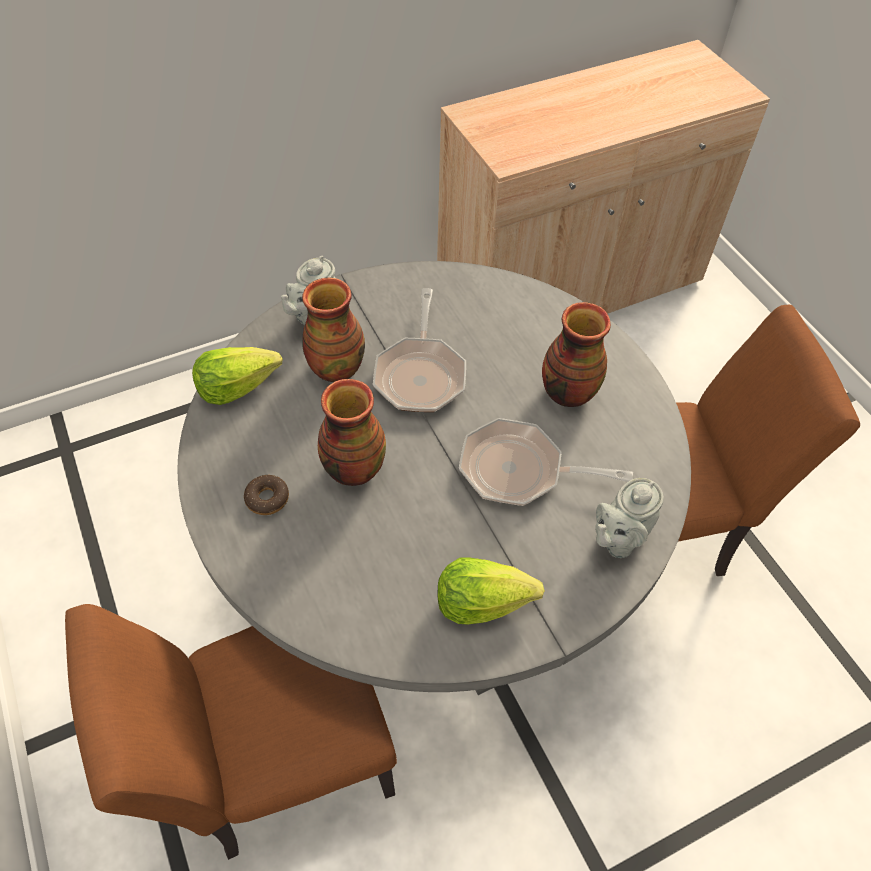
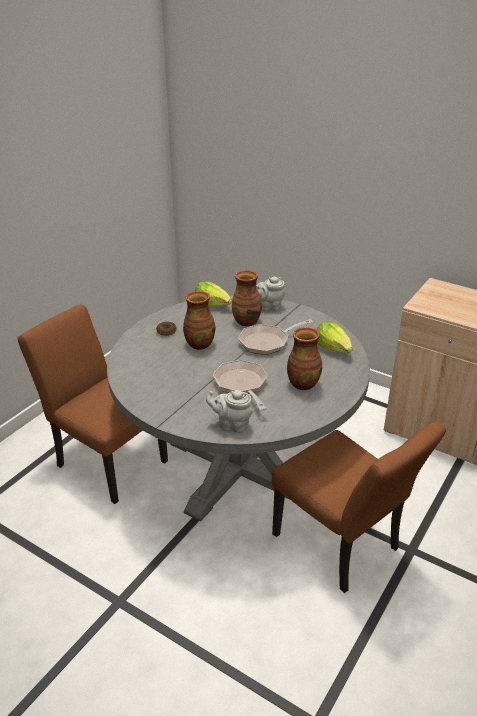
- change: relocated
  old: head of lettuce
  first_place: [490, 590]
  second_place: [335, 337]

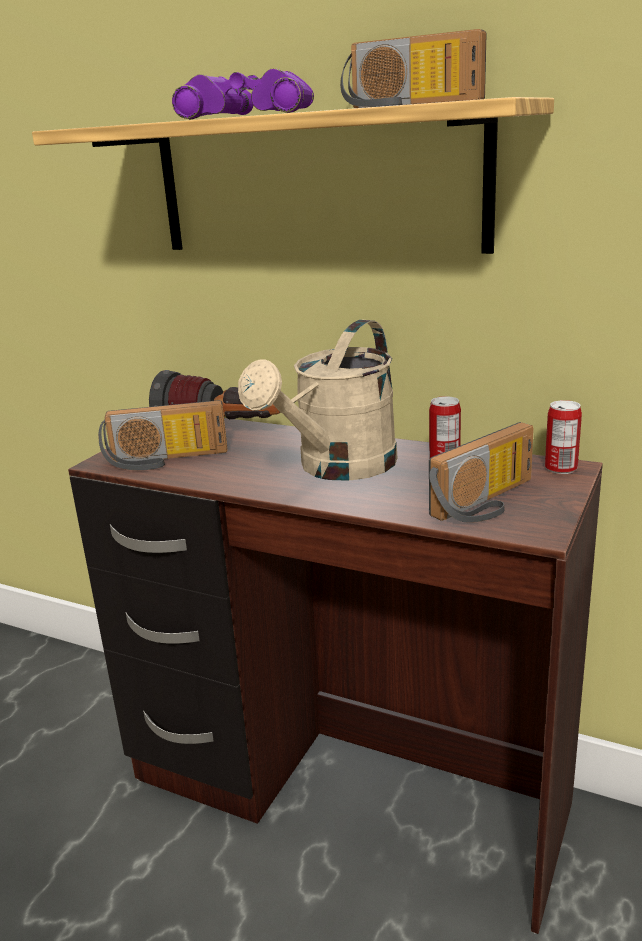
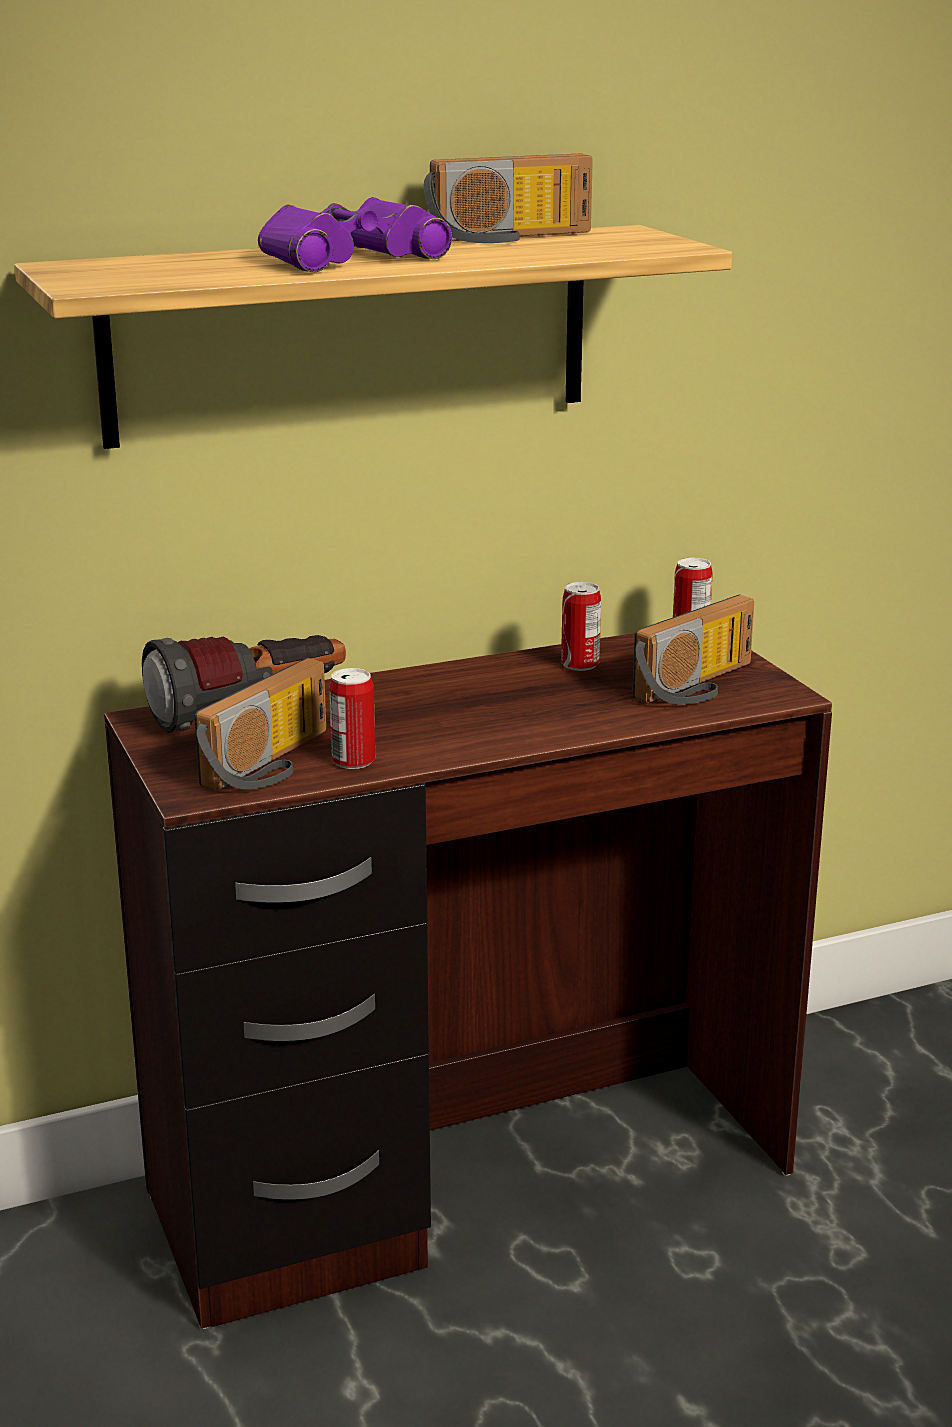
- change: missing
  old: sprinkling can (sand-coloured)
  first_place: [318, 400]
- change: appeared
  new: sealed can
  second_place: [352, 718]
- change: spun
  old: radio set
  first_place: [481, 472]
  second_place: [693, 650]
  degrees: 45

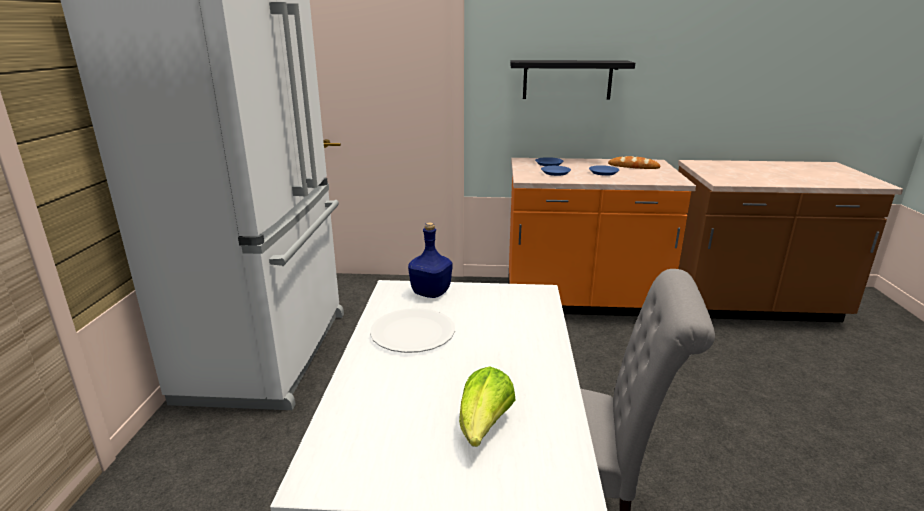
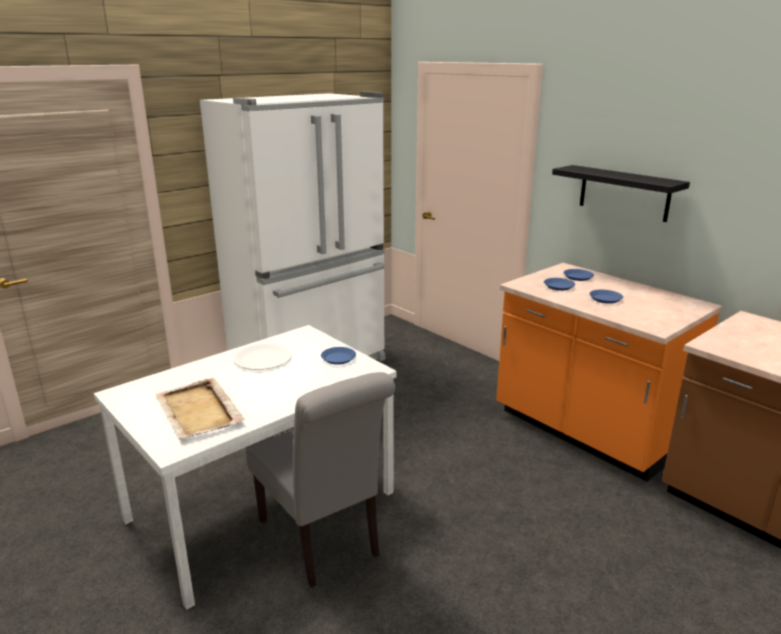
- change: missing
  old: bottle (blue-coloured)
  first_place: [430, 260]
- change: missing
  old: baked bread
  first_place: [634, 162]
- change: appeared
  new: flat dish (blue-coloured)
  second_place: [338, 356]
- change: exchanged
  old: head of lettuce
  new: tray (sand-coloured)
  first_place: [487, 406]
  second_place: [199, 408]

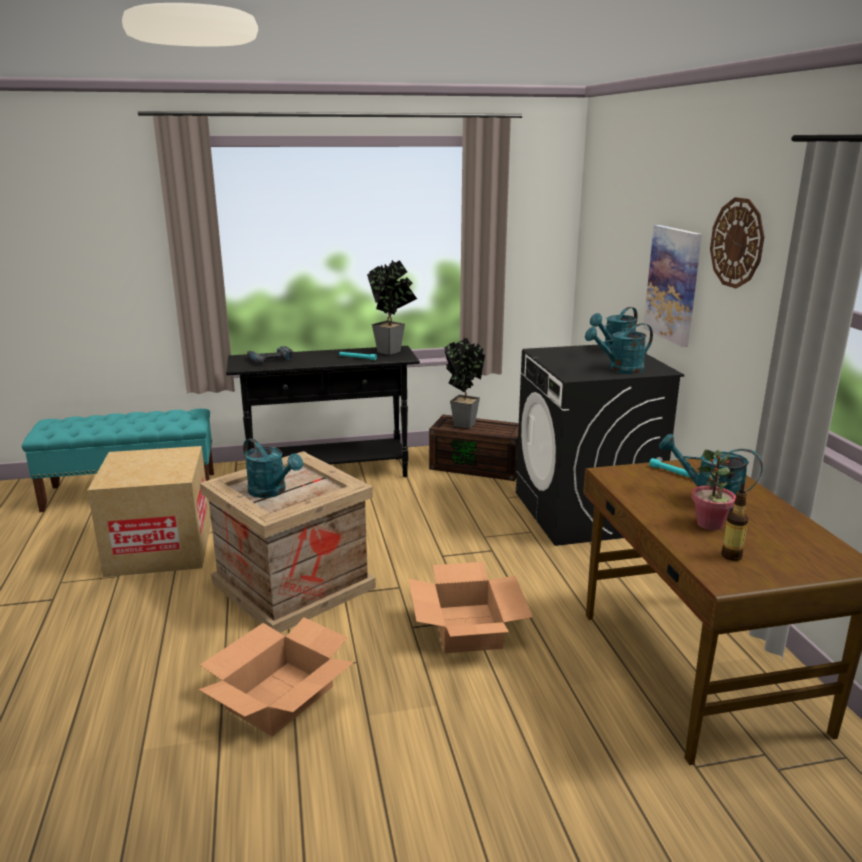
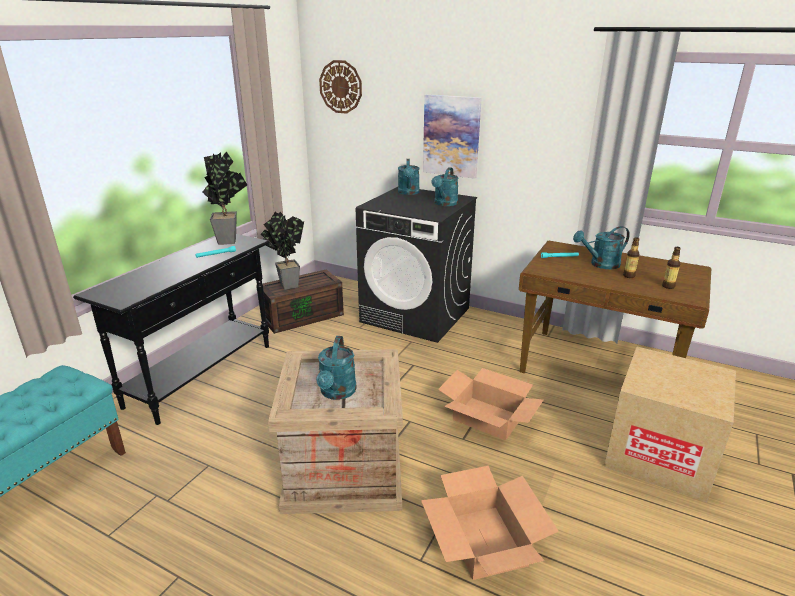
- change: missing
  old: drill
  first_place: [270, 355]
- change: relocated
  old: packing box
  first_place: [149, 511]
  second_place: [670, 424]
- change: relocated
  old: hanging clock
  first_place: [737, 242]
  second_place: [340, 87]
- change: exchanged
  old: plant in a pot
  new: bottle
  first_place: [714, 490]
  second_place: [631, 257]
- change: spun
  old: sprinkling can (turquoise-coloured)
  first_place: [273, 468]
  second_place: [336, 368]
  degrees: 105

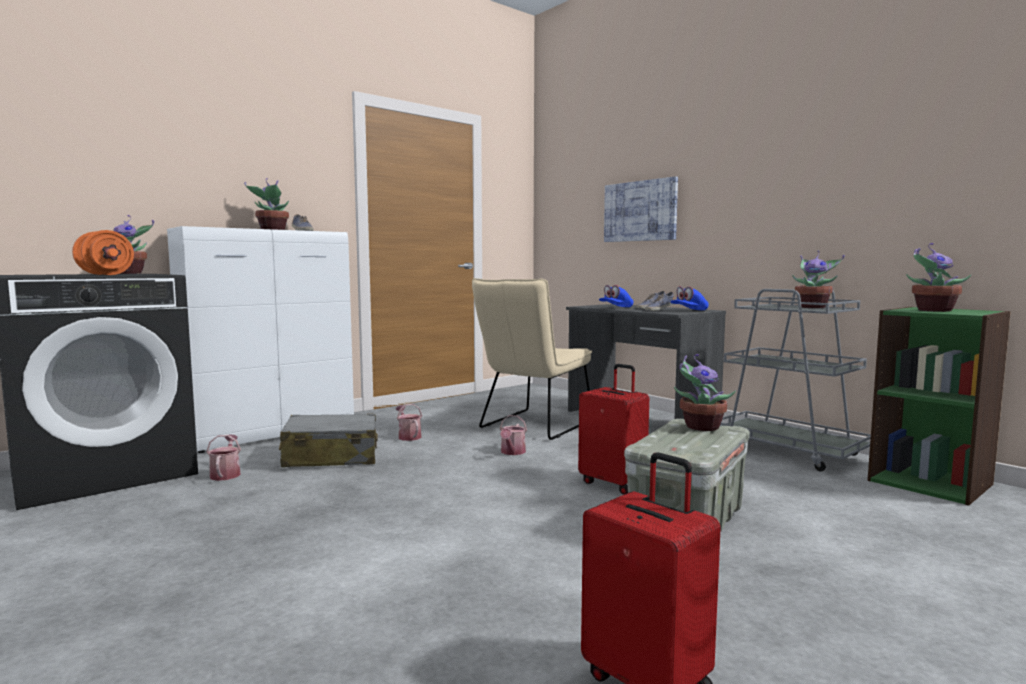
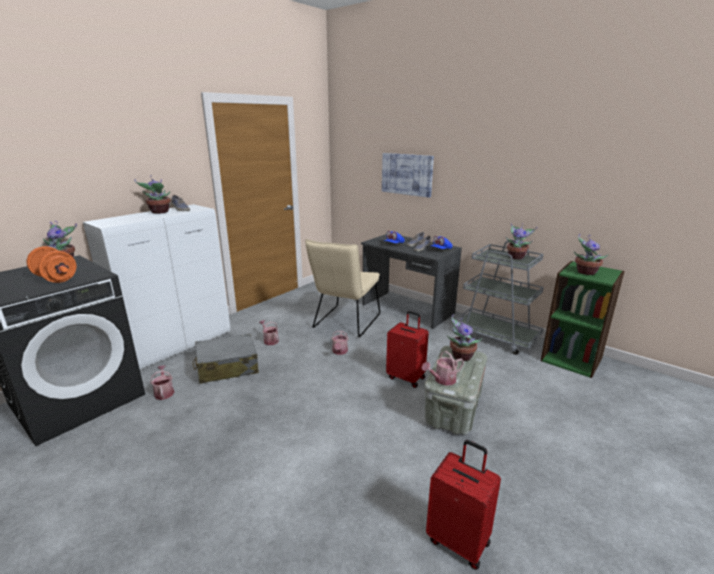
- change: appeared
  new: sprinkling can
  second_place: [443, 368]

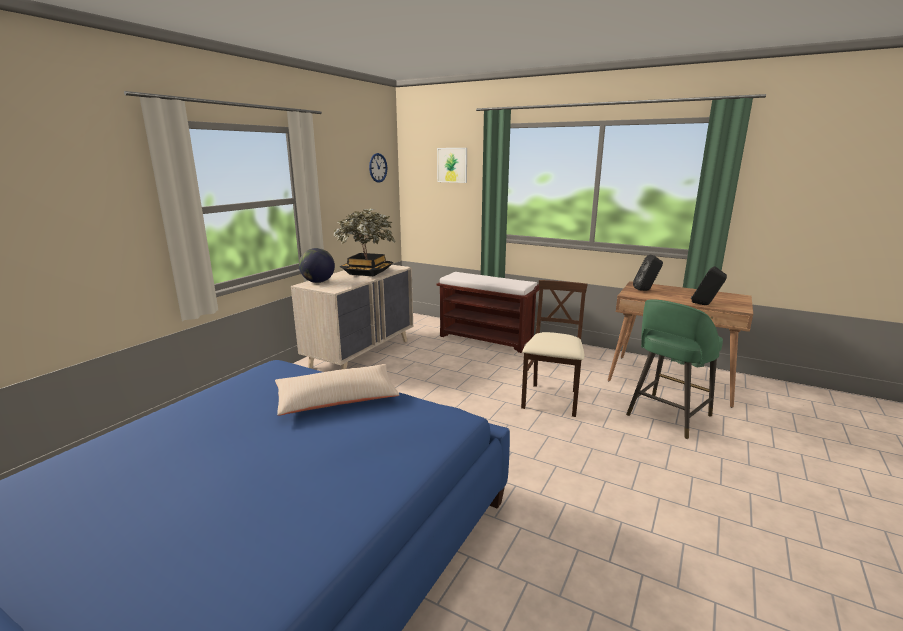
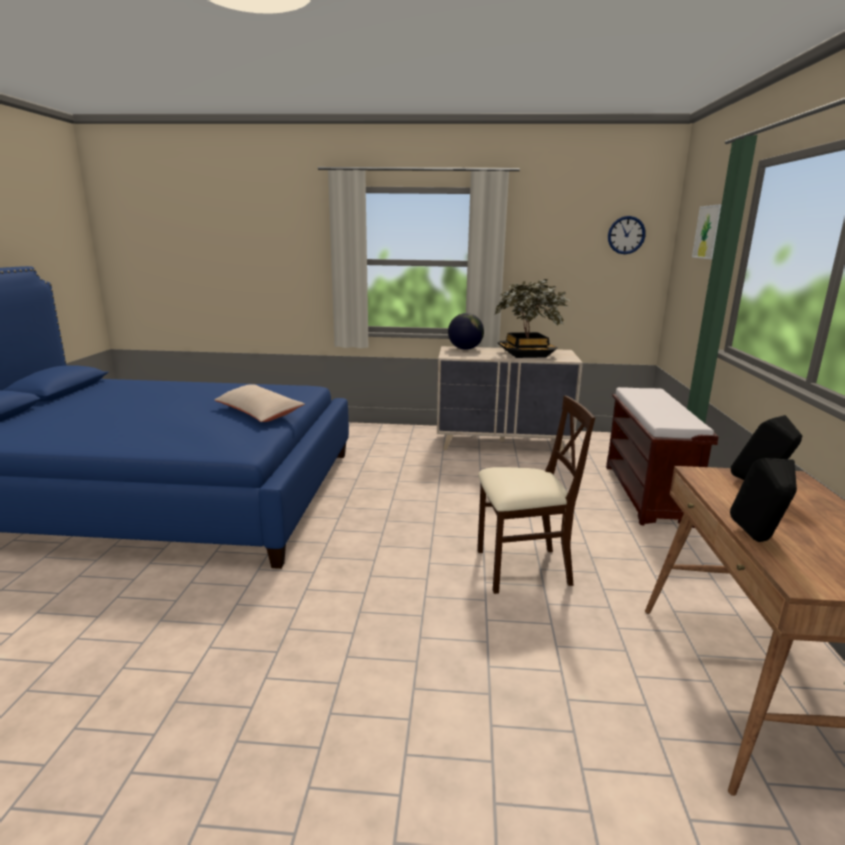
- change: missing
  old: sitting stool (green)
  first_place: [674, 369]

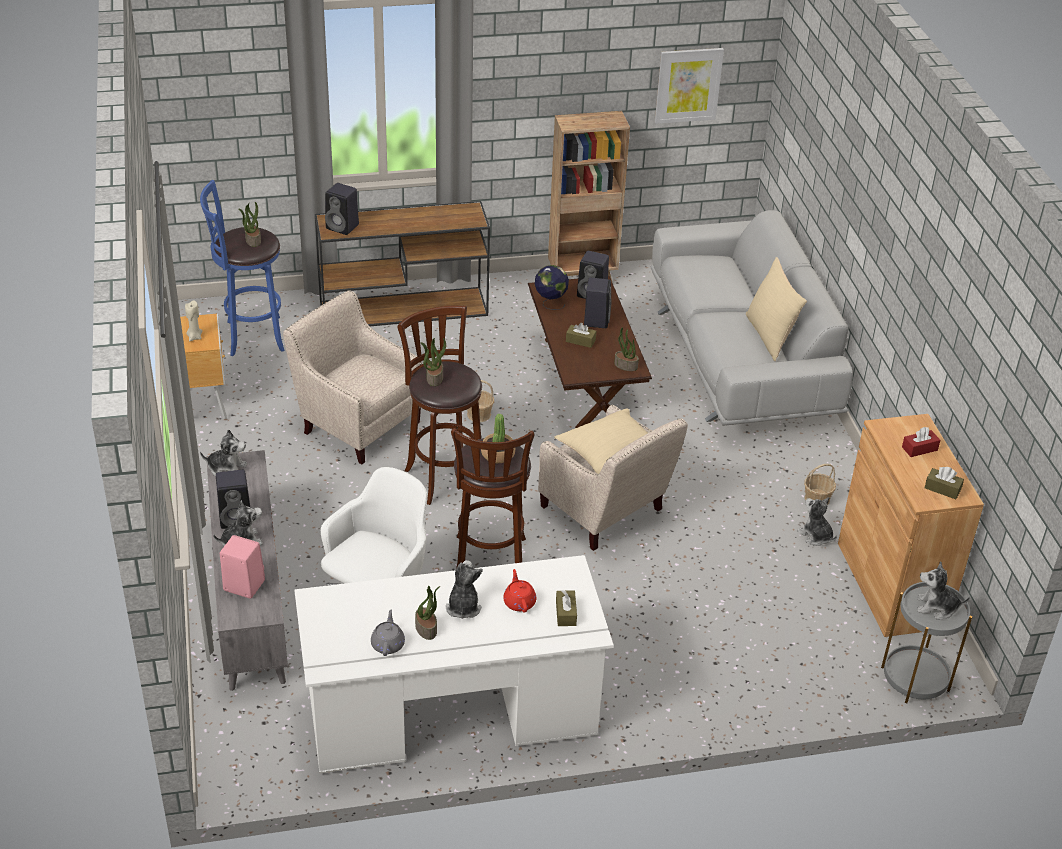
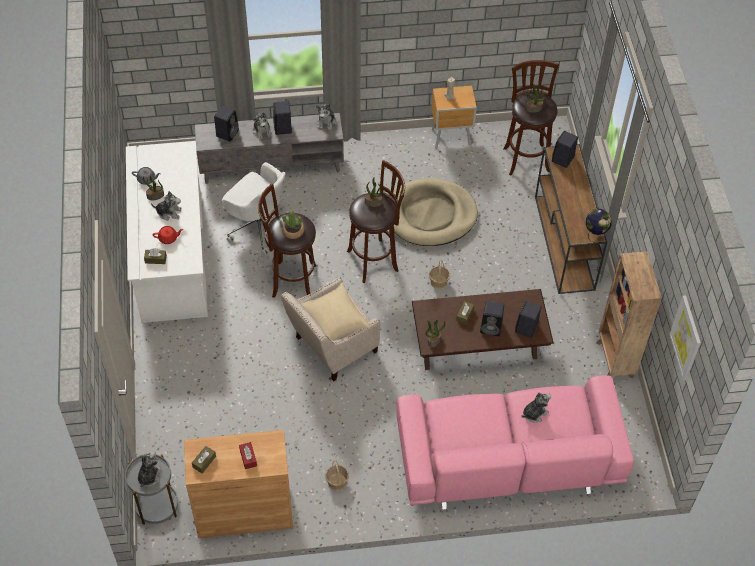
- change: missing
  old: pillow (sand-coloured)
  first_place: [776, 309]
- change: relocated
  old: globe
  first_place: [552, 287]
  second_place: [599, 226]
- change: relocated
  old: plush toy
  first_place: [817, 521]
  second_place: [536, 407]
- change: exchanged
  old: lounge chair (sand-coloured)
  new: dog bed (sand-coloured)
  first_place: [352, 377]
  second_place: [433, 212]
- change: colour
  old: sitting stool (blue-coloured)
  new: sitting stool (brown)
  first_place: [242, 268]
  second_place: [531, 118]
- change: colour
  old: speaker (pink-coloured)
  new: speaker (black)
  first_place: [242, 567]
  second_place: [226, 124]
- change: colour
  old: couch (grey)
  new: couch (pink-coloured)
  first_place: [752, 318]
  second_place: [515, 443]

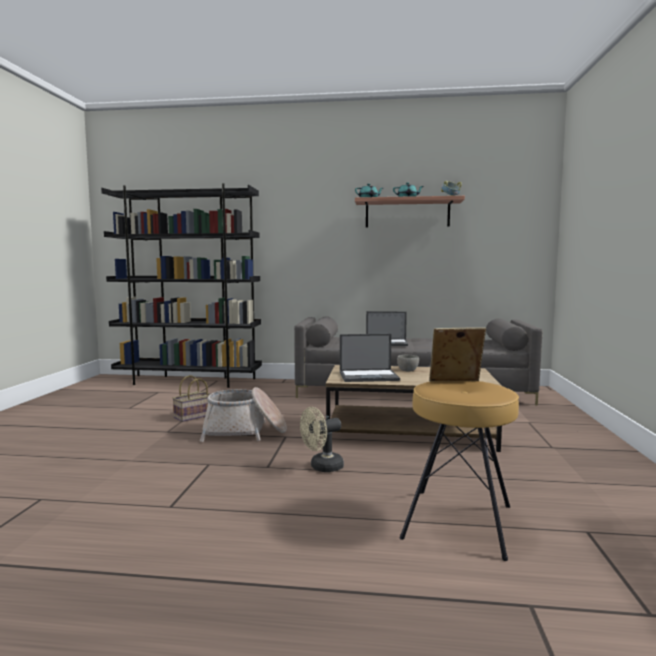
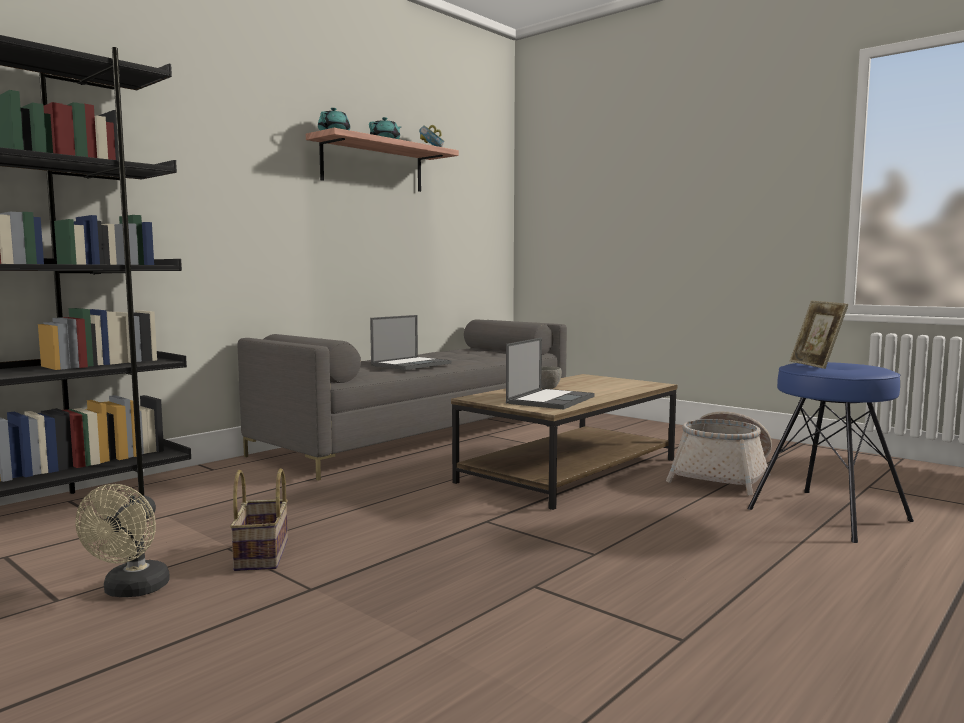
- change: relocated
  old: basket
  first_place: [243, 414]
  second_place: [719, 453]
- change: relocated
  old: cooling fan (sand-coloured)
  first_place: [322, 439]
  second_place: [123, 540]
- change: colour
  old: sitting stool (brown)
  new: sitting stool (blue-coloured)
  first_place: [459, 471]
  second_place: [830, 452]
- change: spun
  old: picture frame
  first_place: [457, 354]
  second_place: [819, 335]
  degrees: -45

